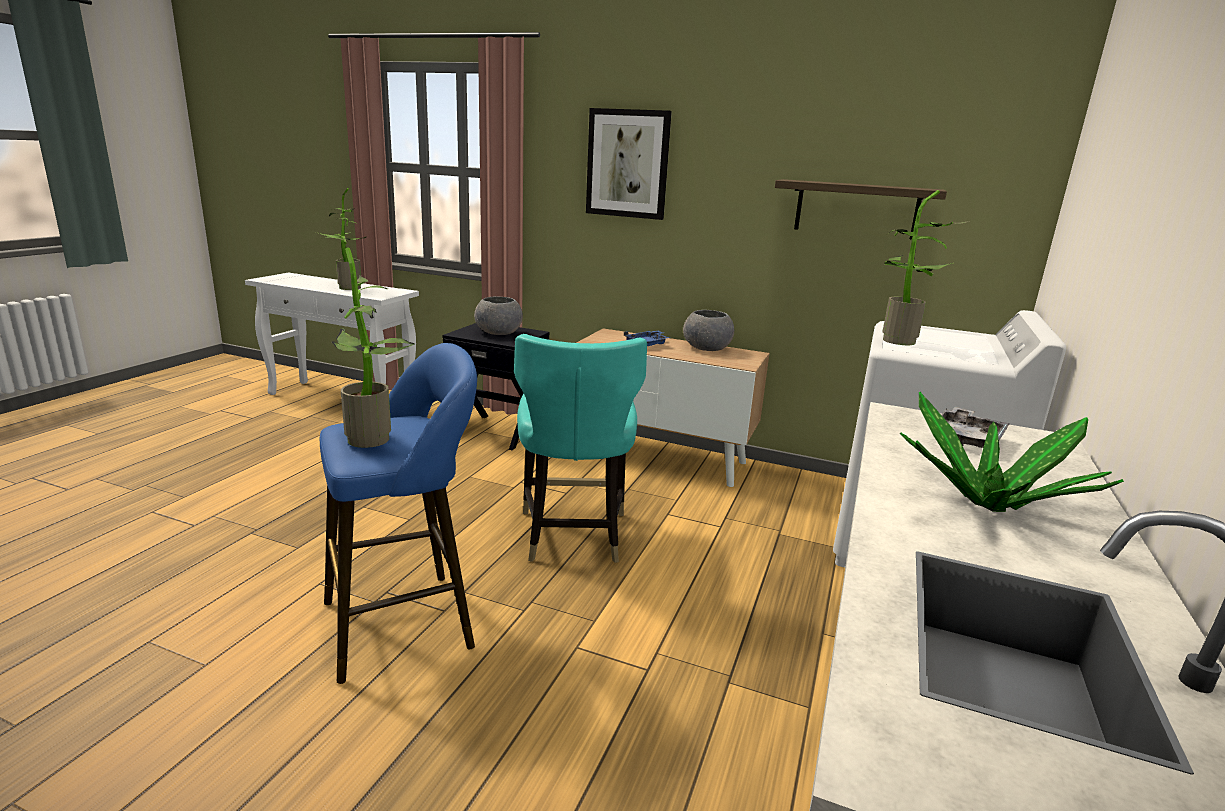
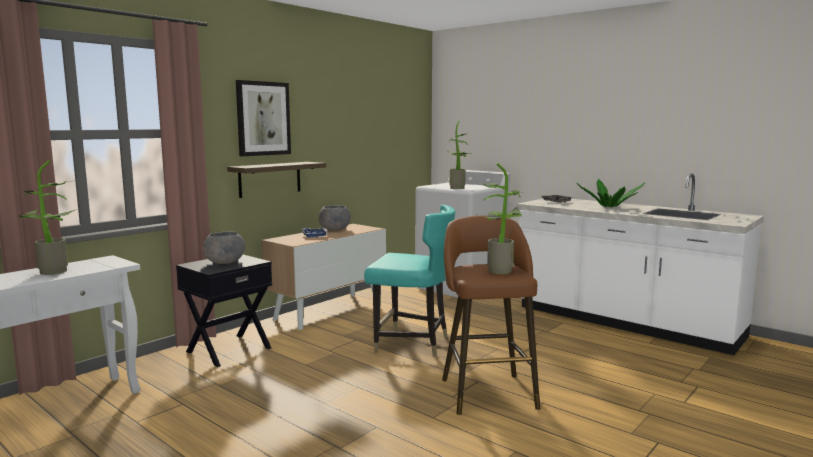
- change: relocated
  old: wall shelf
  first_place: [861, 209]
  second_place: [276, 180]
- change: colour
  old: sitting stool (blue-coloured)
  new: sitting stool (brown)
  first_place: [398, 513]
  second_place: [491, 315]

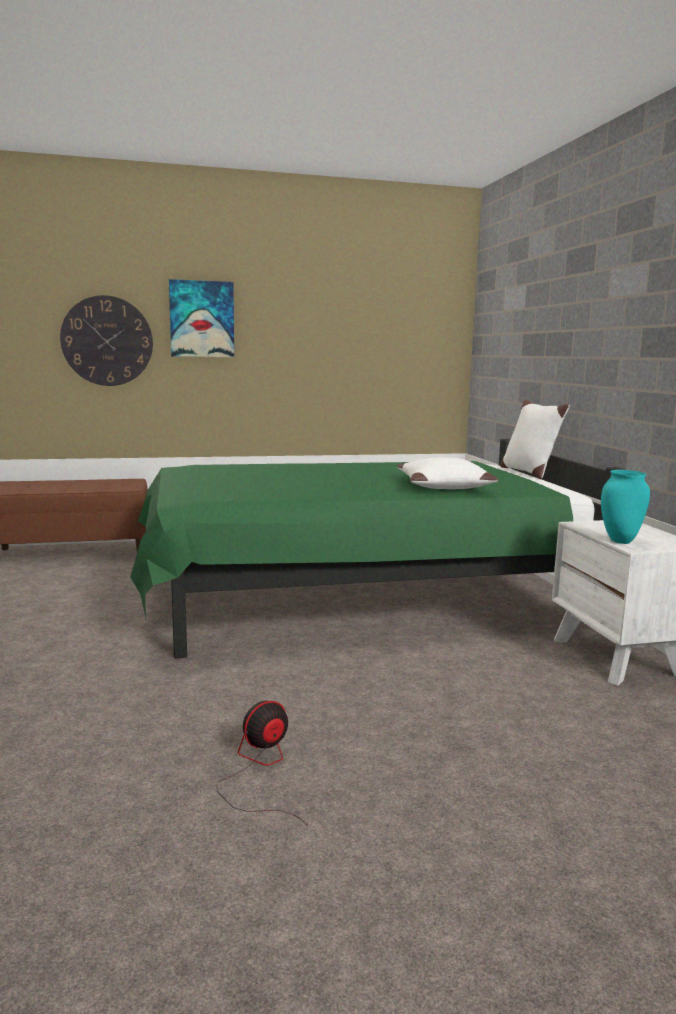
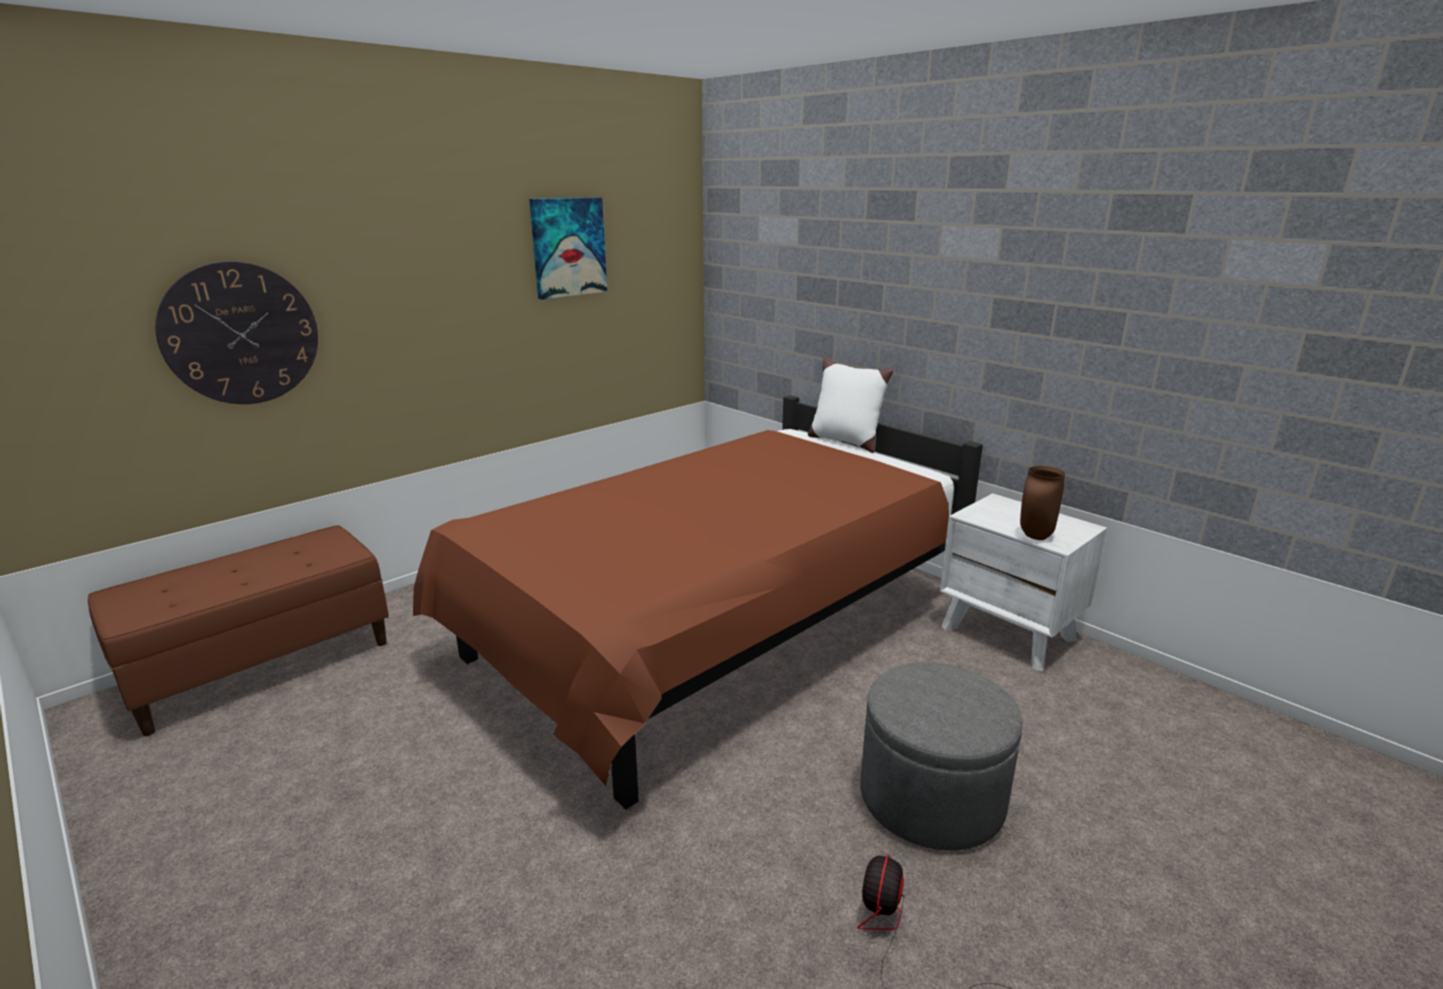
- change: missing
  old: pillow (white)
  first_place: [447, 473]
- change: appeared
  new: footrest (grey)
  second_place: [941, 757]
- change: relocated
  old: wall picture
  first_place: [201, 318]
  second_place: [568, 248]
- change: colour
  old: sleeping bed (green)
  new: sleeping bed (brown)
  first_place: [377, 549]
  second_place: [698, 602]
- change: colour
  old: flower vase (turquoise-coloured)
  new: flower vase (brown)
  first_place: [625, 507]
  second_place: [1042, 503]

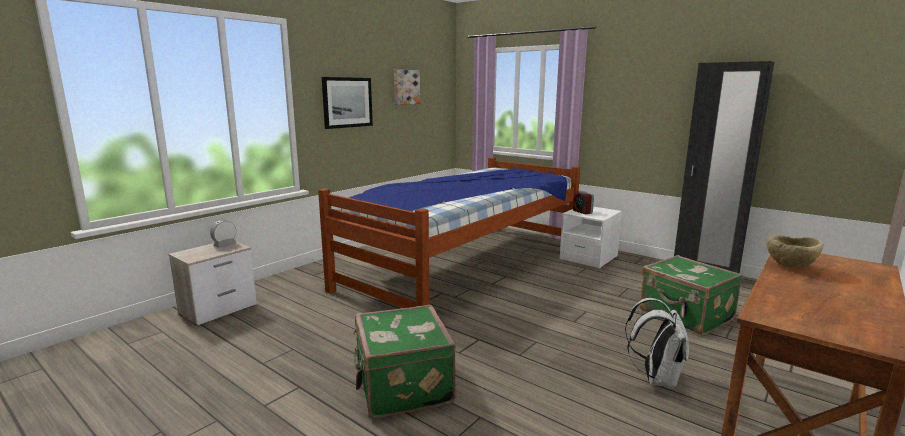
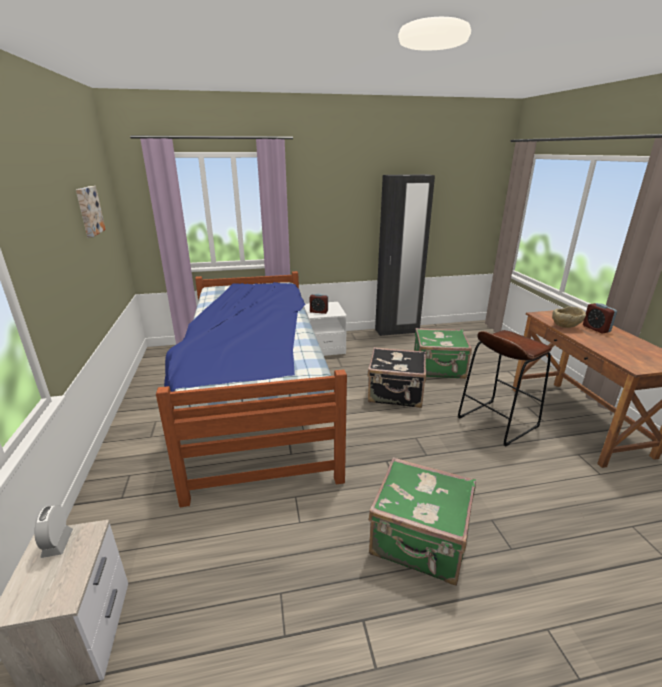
- change: missing
  old: wall picture
  first_place: [347, 103]
- change: appeared
  new: suitcase (black)
  second_place: [396, 377]
- change: appeared
  new: alarm clock
  second_place: [600, 318]
- change: exchanged
  old: knapsack (white)
  new: sitting stool (brown)
  first_place: [657, 343]
  second_place: [505, 388]

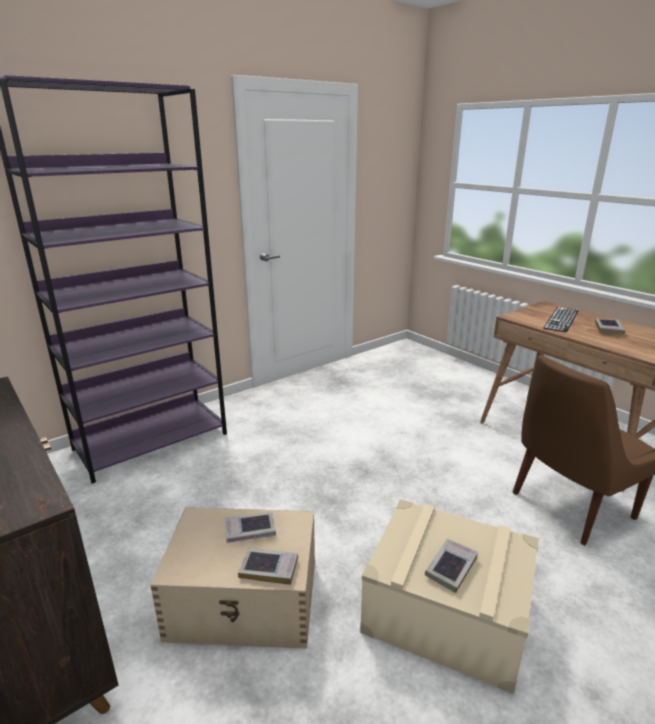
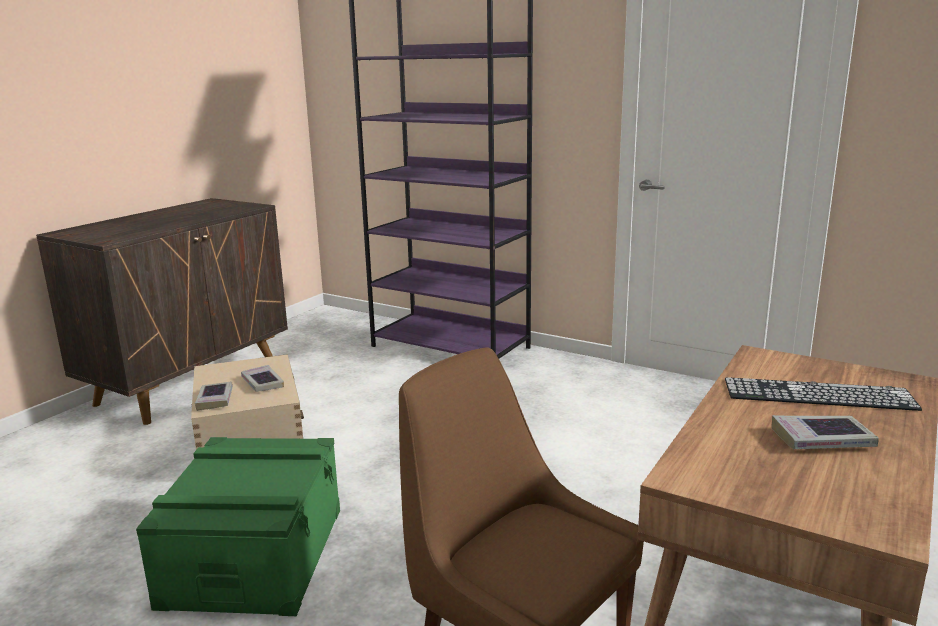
- change: missing
  old: volume
  first_place: [451, 566]
- change: colour
  old: storage bin (sand-coloured)
  new: storage bin (green)
  first_place: [449, 596]
  second_place: [238, 526]

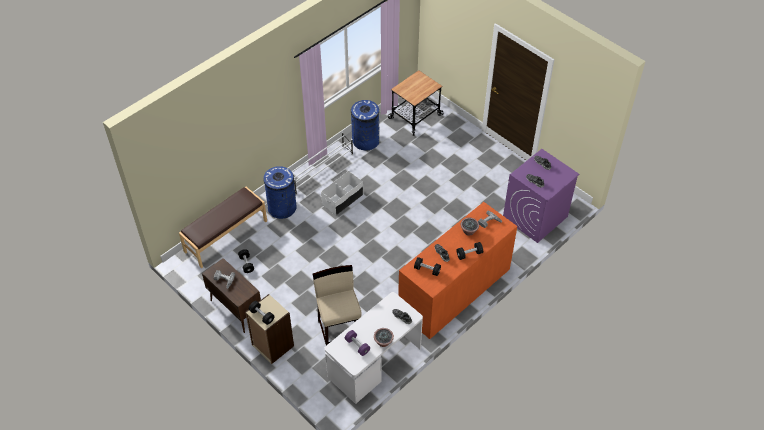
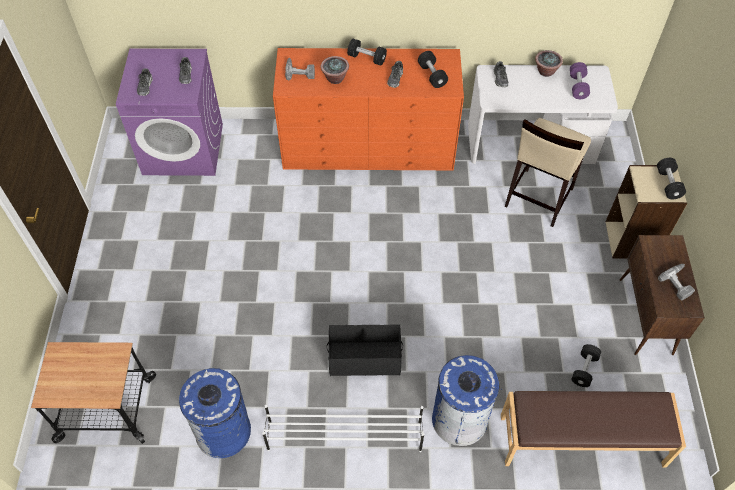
- change: colour
  old: storage bin (white)
  new: storage bin (black)
  first_place: [342, 193]
  second_place: [365, 350]

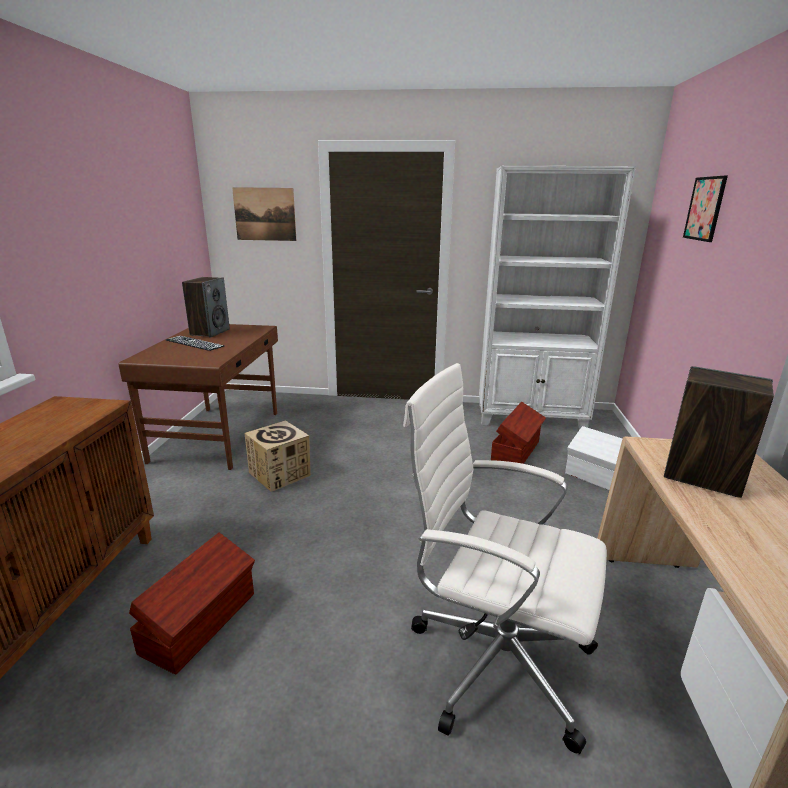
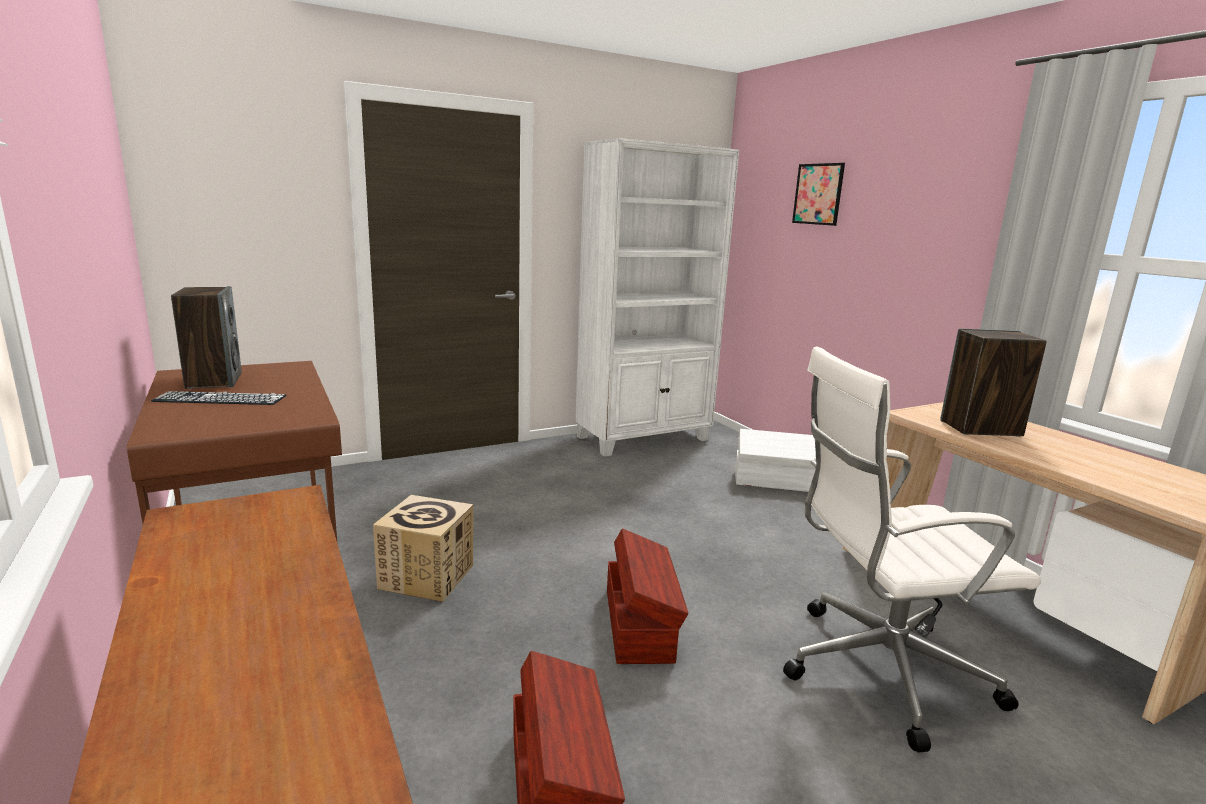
- change: missing
  old: wall picture
  first_place: [264, 214]
- change: relocated
  old: storage bin (brown)
  first_place: [518, 433]
  second_place: [648, 596]

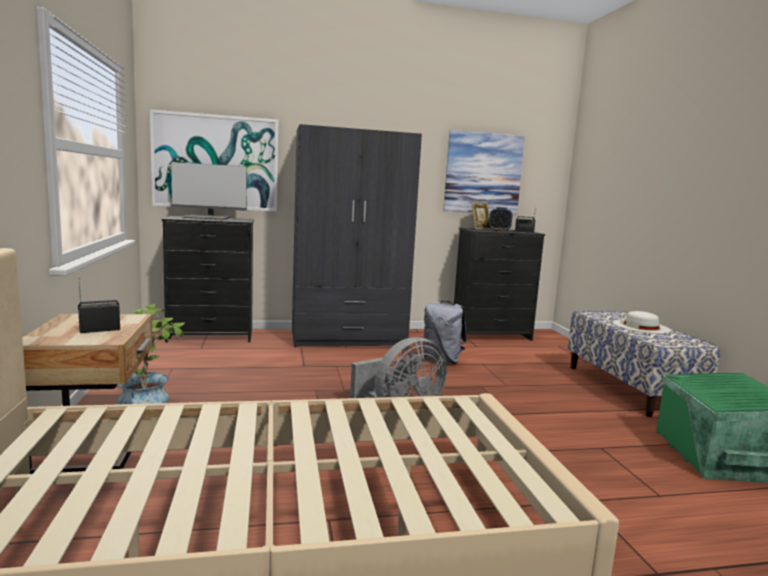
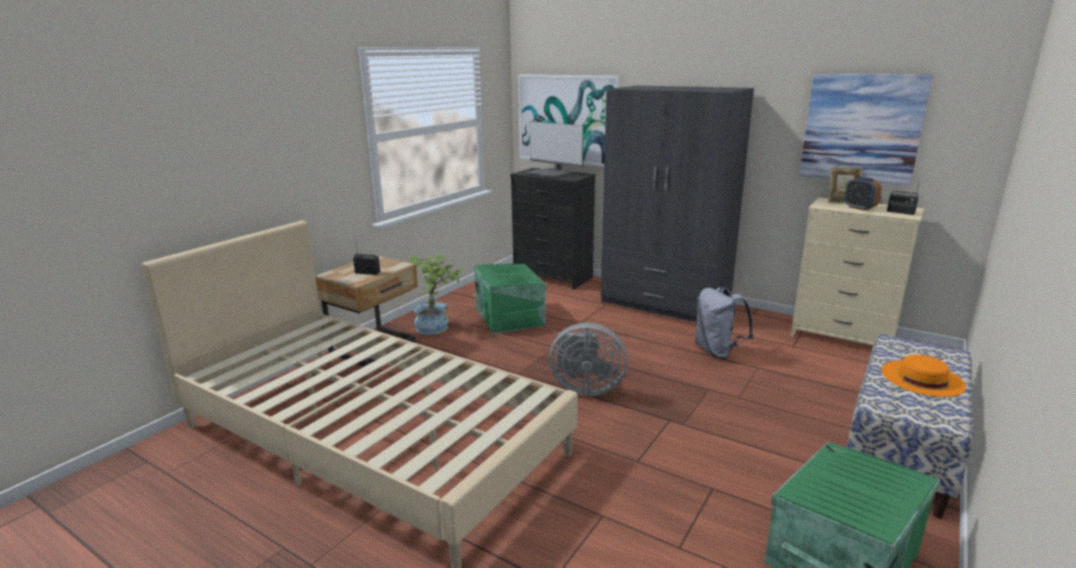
- change: appeared
  new: storage bin (green)
  second_place: [510, 299]
- change: colour
  old: chest of drawers (black)
  new: chest of drawers (sand-coloured)
  first_place: [499, 284]
  second_place: [857, 271]
- change: colour
  old: hat (white)
  new: hat (orange-coloured)
  first_place: [642, 322]
  second_place: [923, 376]

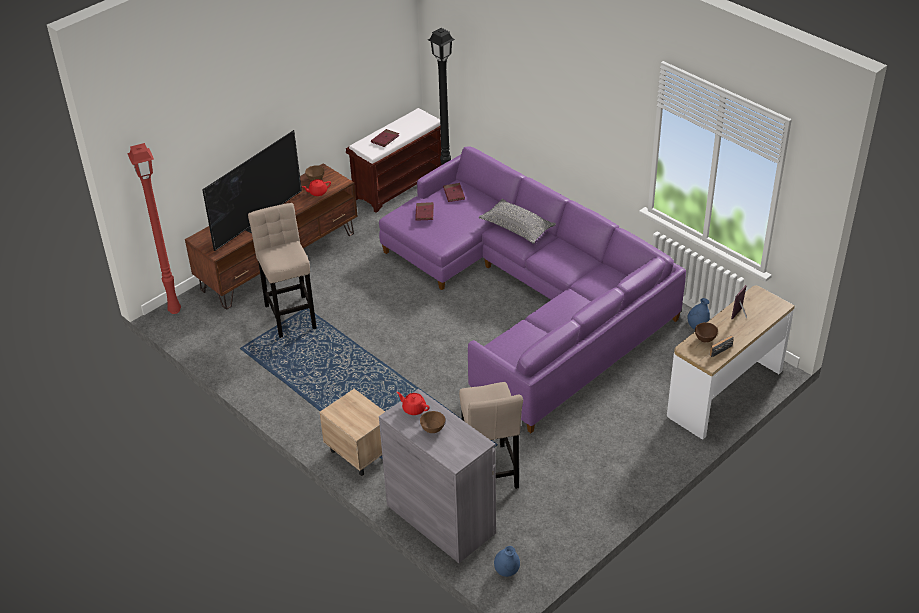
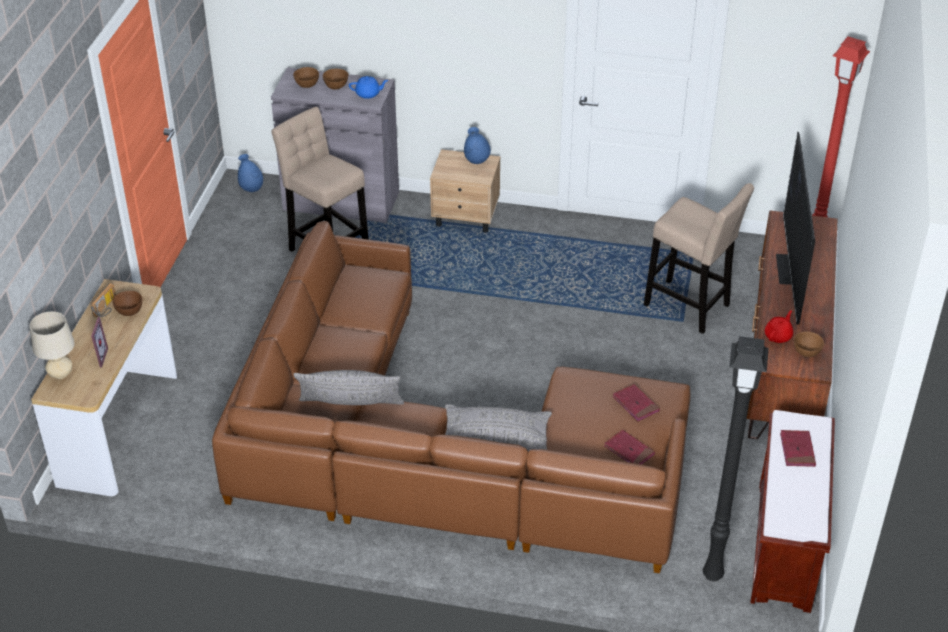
- change: appeared
  new: tabletop lamp (sand-coloured)
  second_place: [52, 345]
- change: appeared
  new: bowl (brown)
  second_place: [306, 77]
- change: appeared
  new: pillow (grey)
  second_place: [348, 387]
- change: relocated
  old: flower vase (blue-coloured)
  first_place: [698, 313]
  second_place: [477, 145]
- change: colour
  old: couch (purple)
  new: couch (brown)
  first_place: [532, 289]
  second_place: [451, 397]
- change: colour
  old: tea pot (red-coloured)
  new: tea pot (blue-coloured)
  first_place: [413, 403]
  second_place: [368, 87]

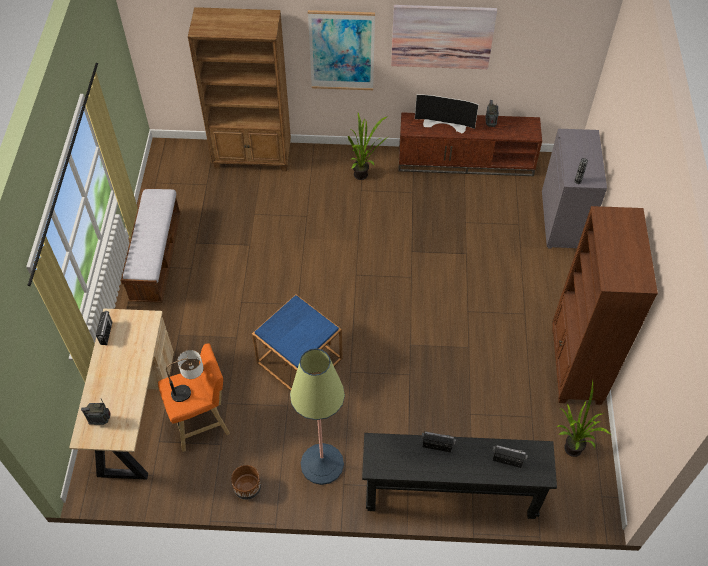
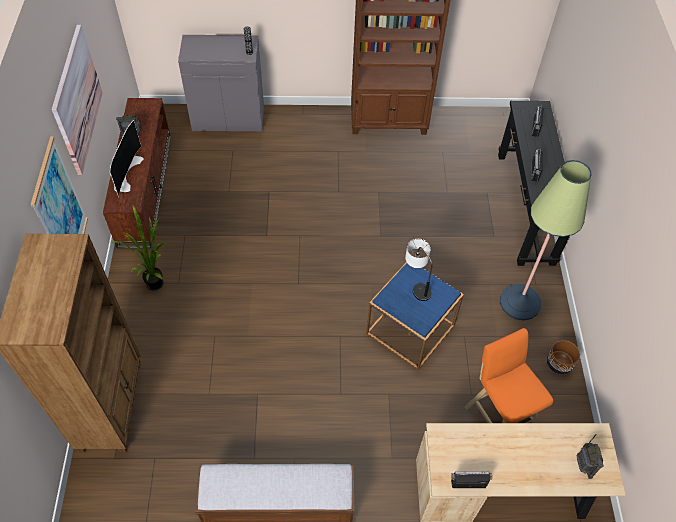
- change: missing
  old: plant in a pot
  first_place: [584, 418]
- change: relocated
  old: tabletop lamp
  first_place: [185, 376]
  second_place: [419, 270]

